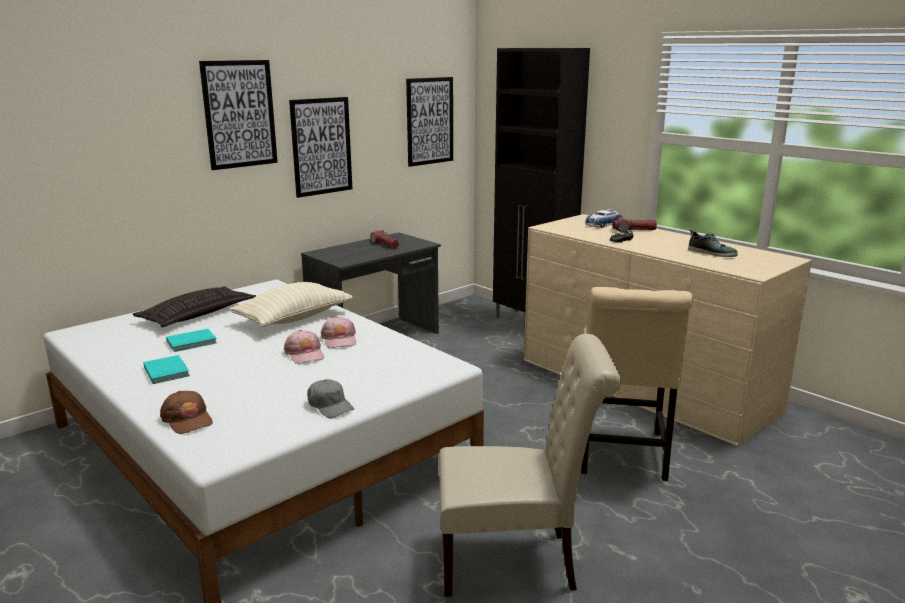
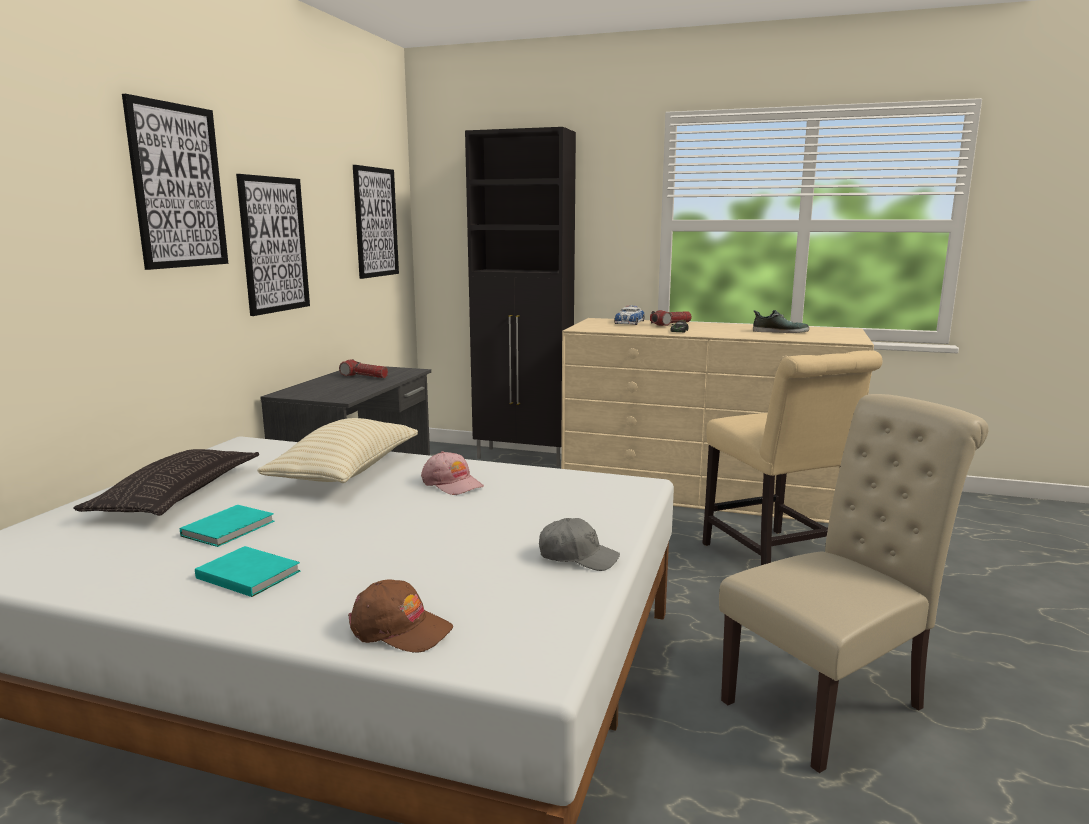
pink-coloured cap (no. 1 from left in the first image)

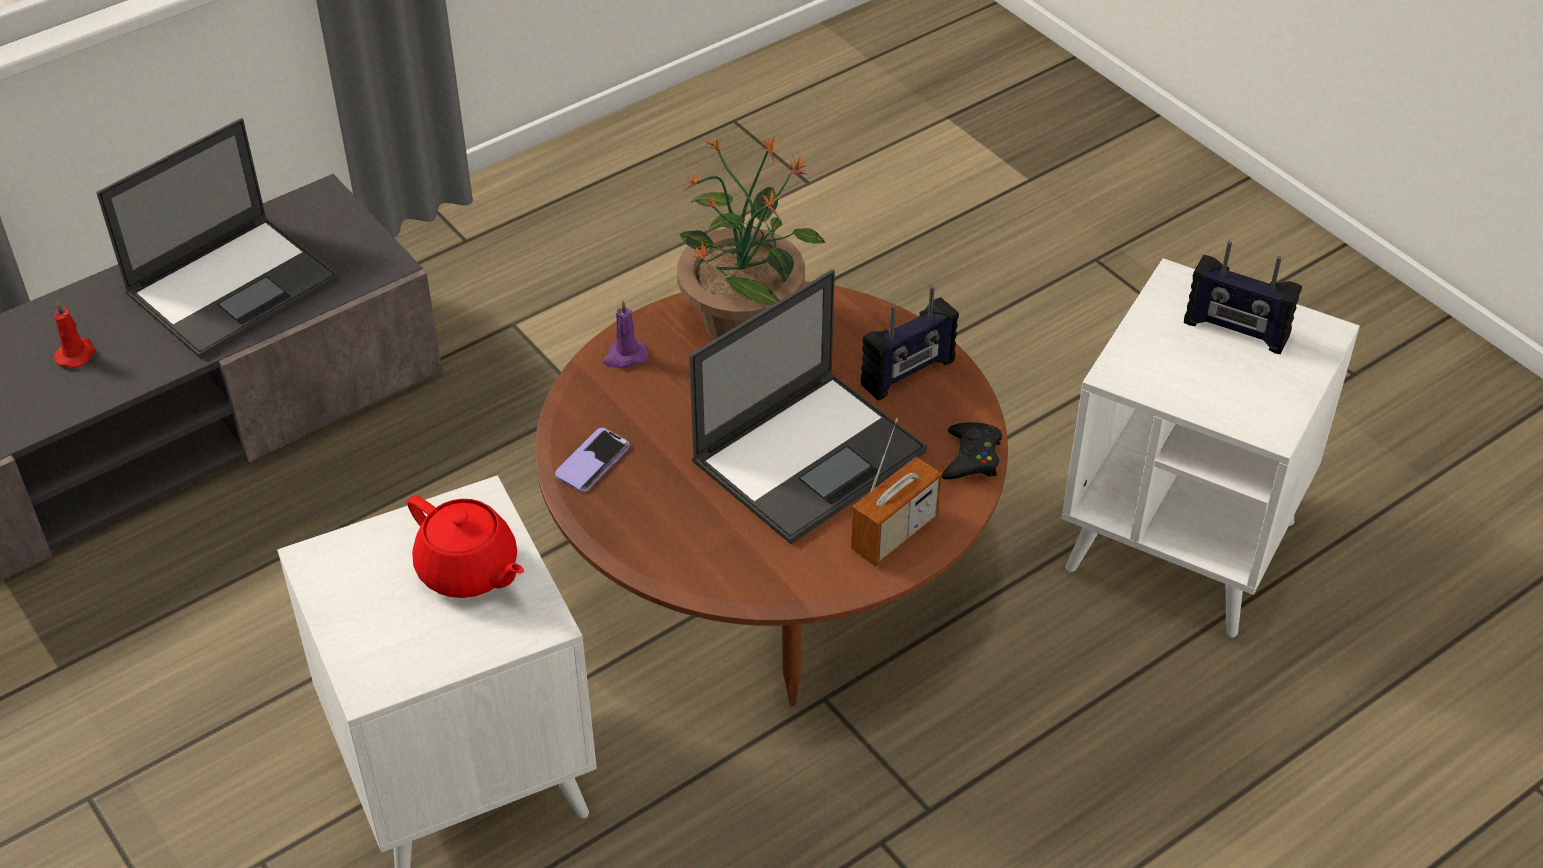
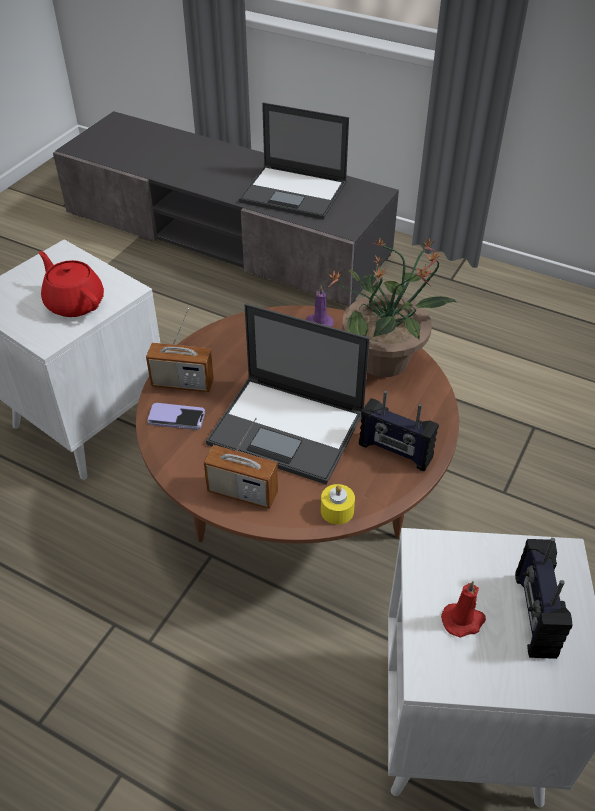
radio set (no. 1 from left)
red candle
phone
yellow-coloured candle
red teapot

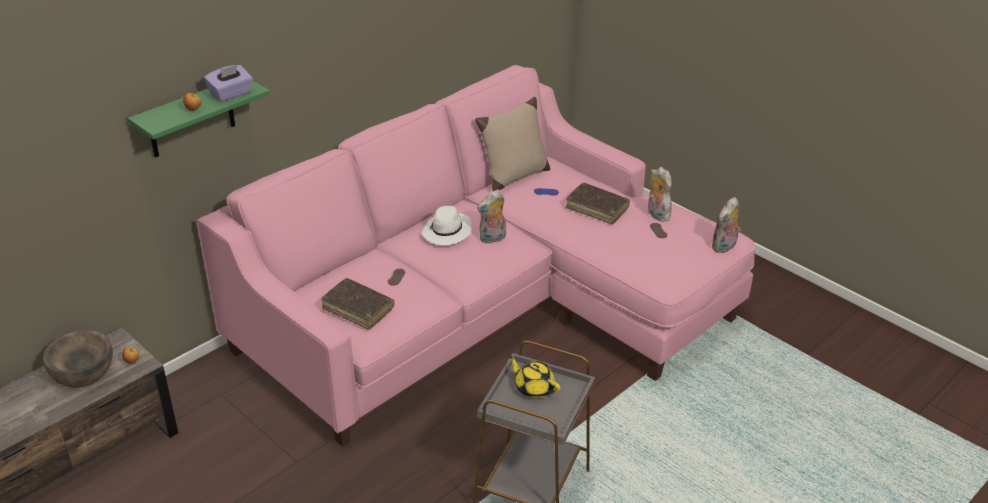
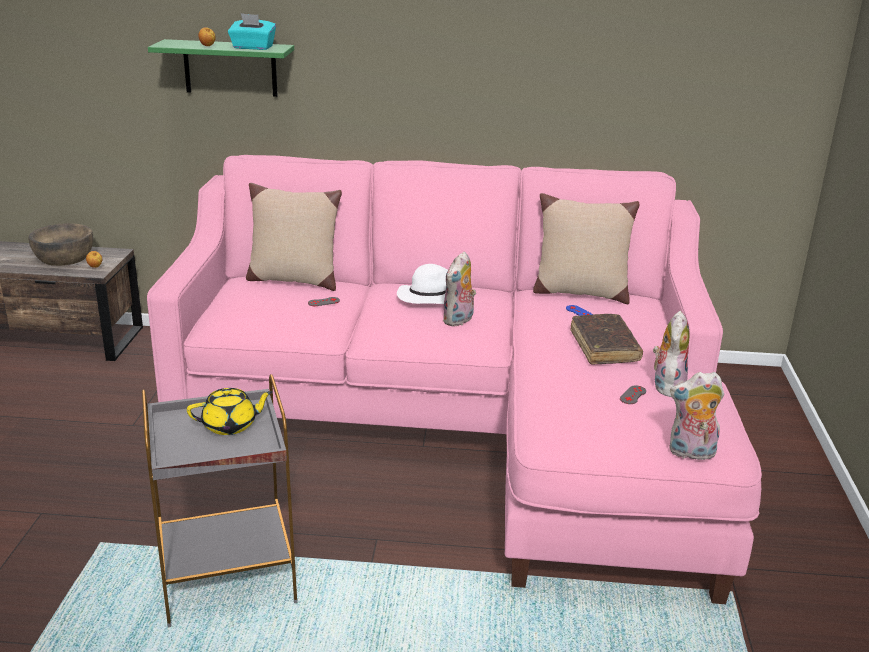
brownish book (no. 1 from left in the first image)
sand-coloured cushion (no. 1 from left)
blue-green tissue holder
soft toy (no. 1 from left)
yellow-coloured teapot

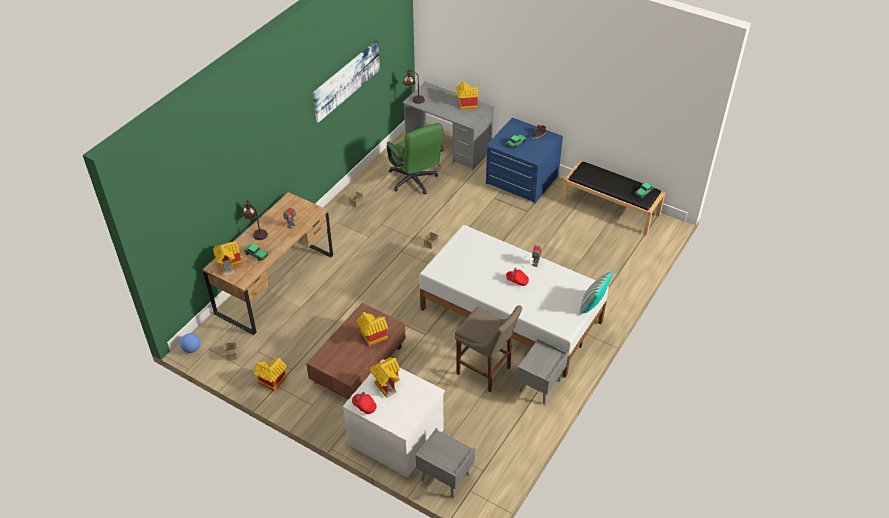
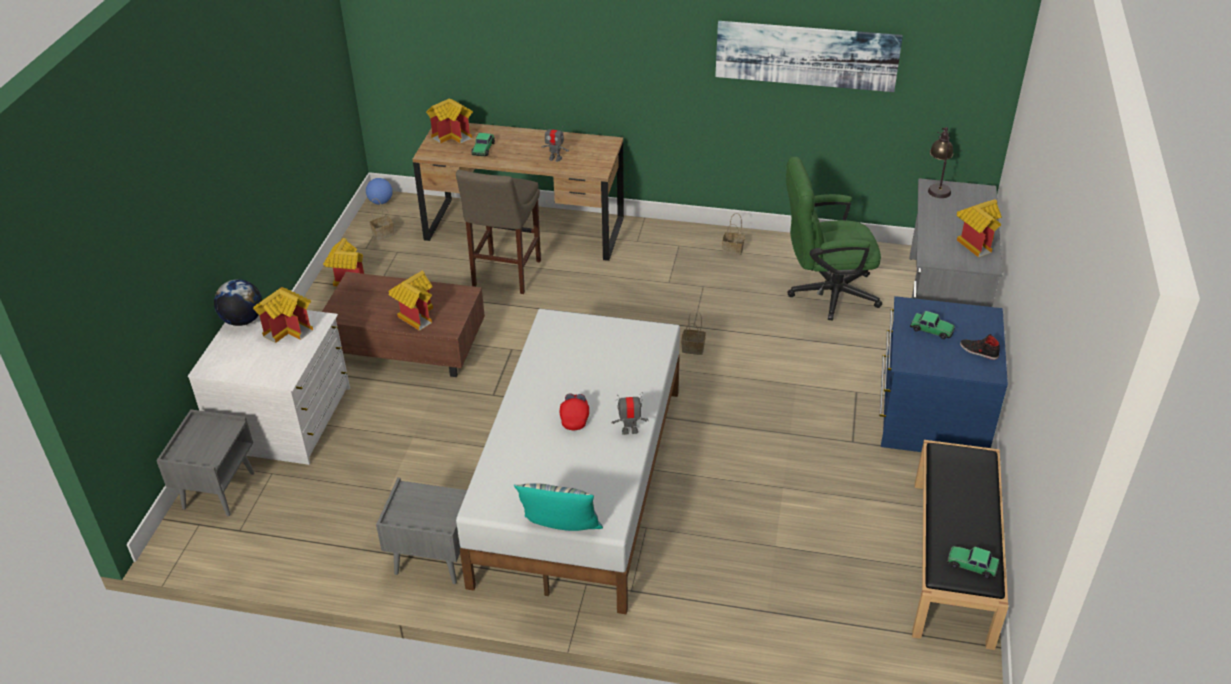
table lamp (no. 1 from left in the first image)
sand-coloured stool
world globe
green-coloured computer chair

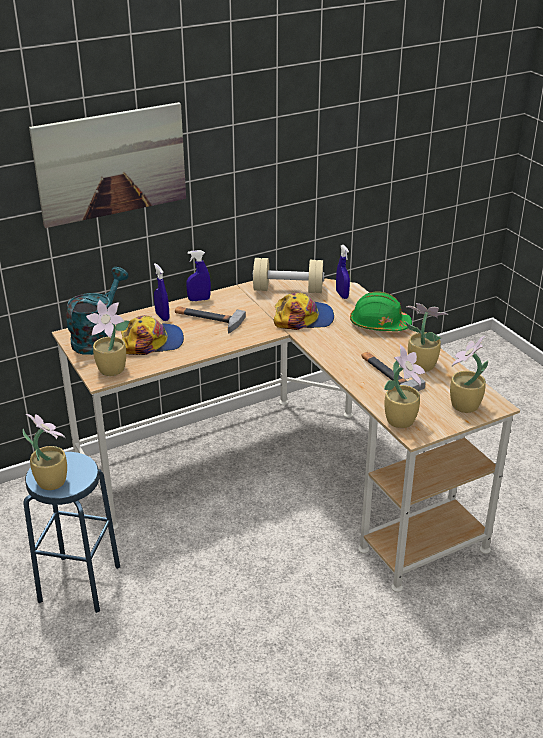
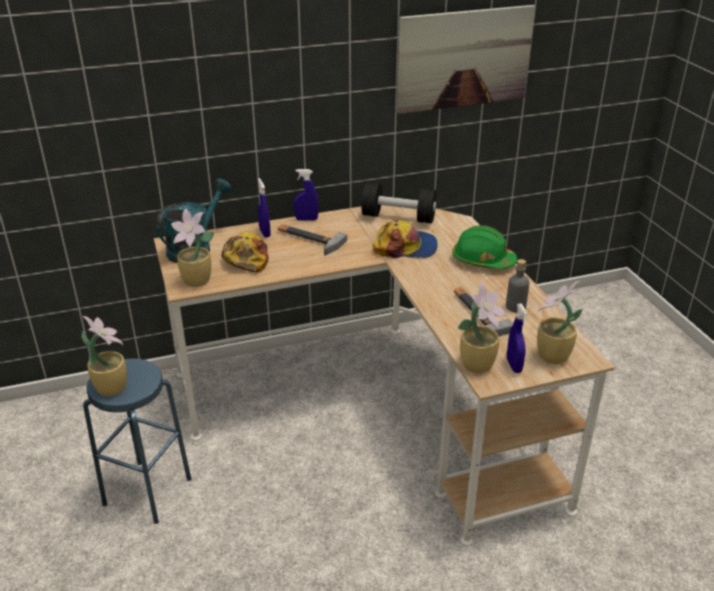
wall art
blue spray bottle (no. 3 from left)
gray beverage bottle
blackish hand weight
cap (no. 1 from left)

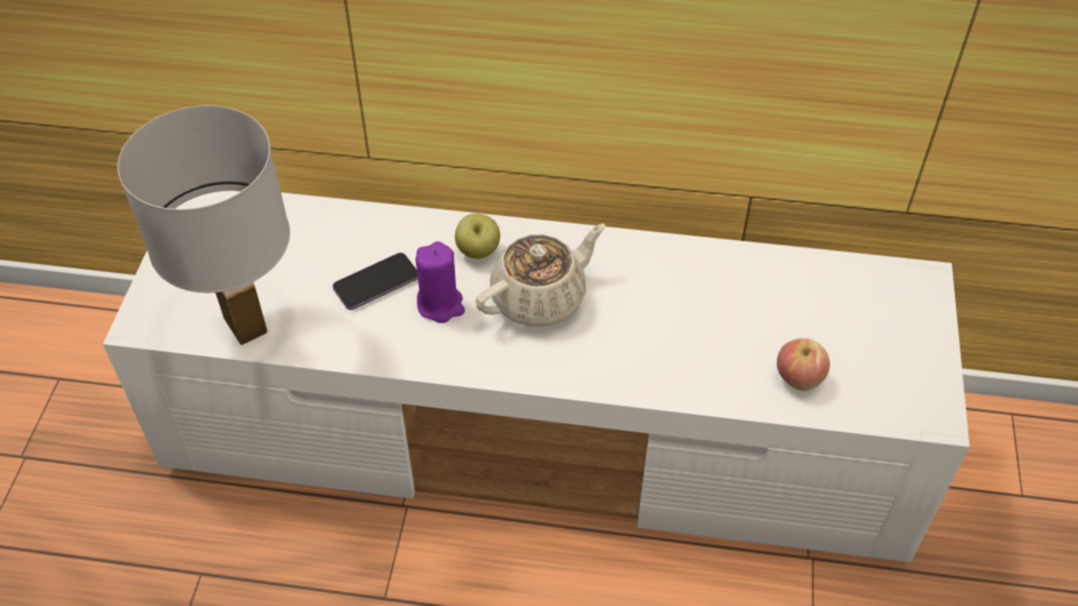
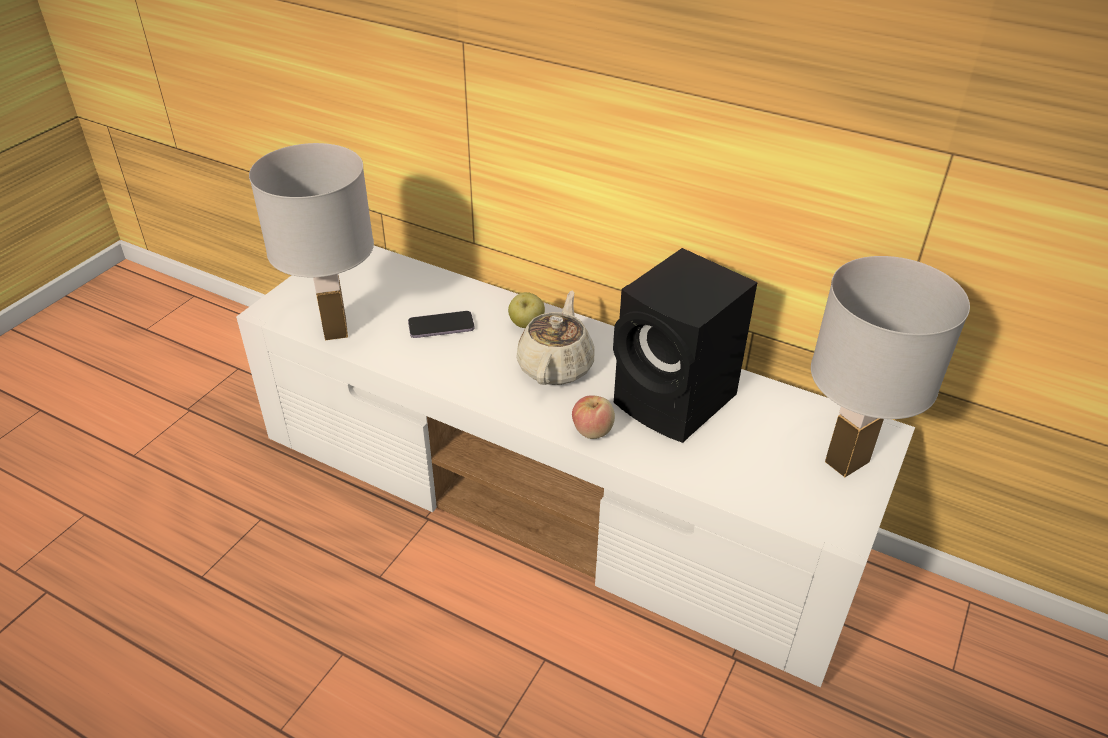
purplish candle
blackish audio speaker
white table lamp (no. 2 from left)
apple (no. 2 from left)
sand-coloured teapot

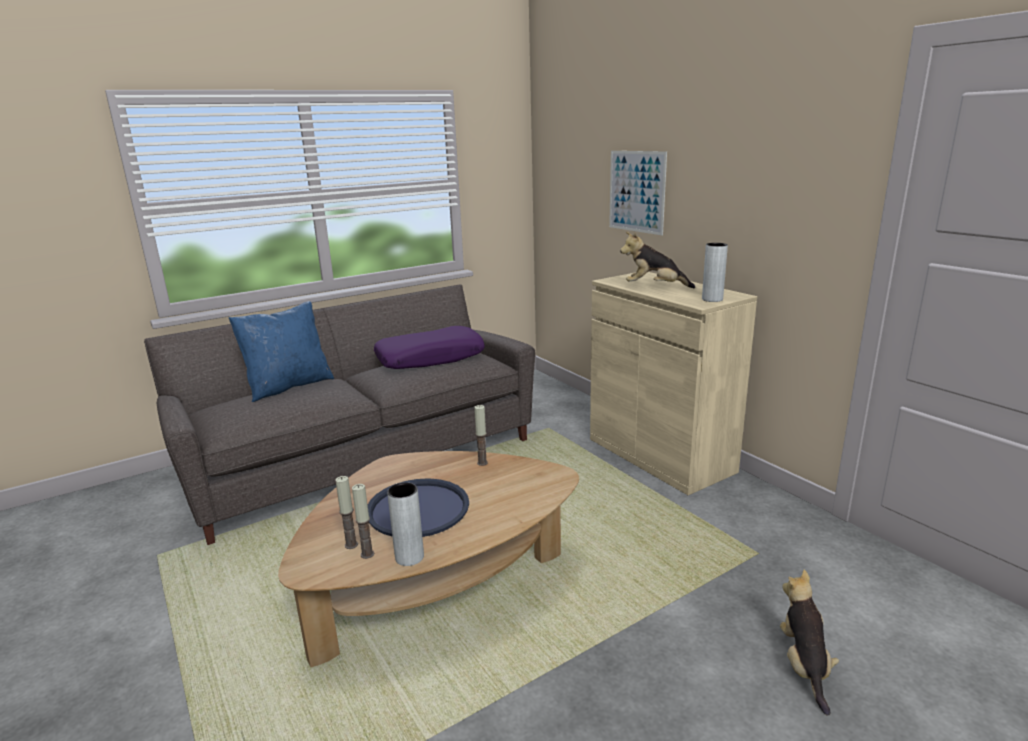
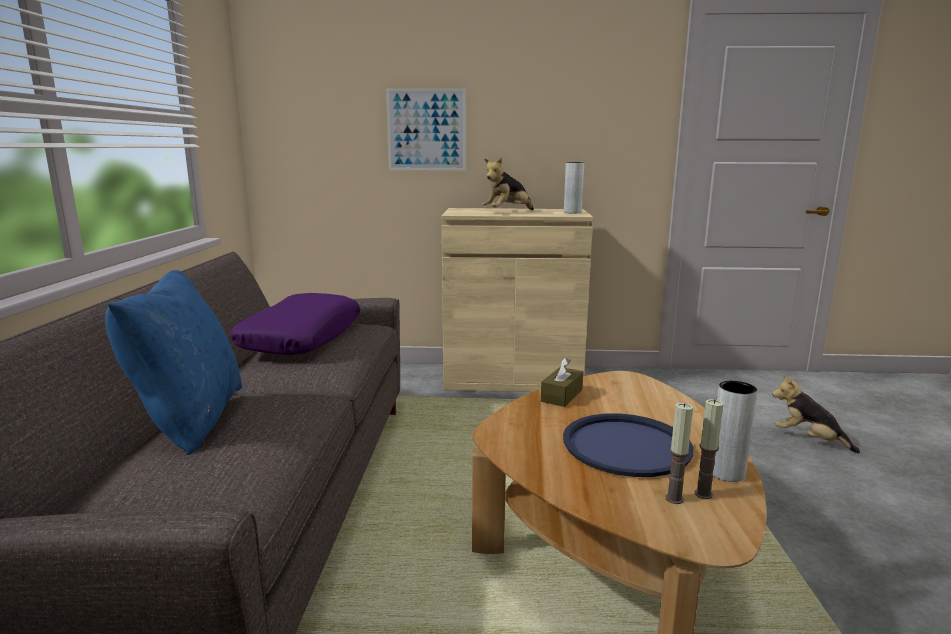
brownish tissue holder

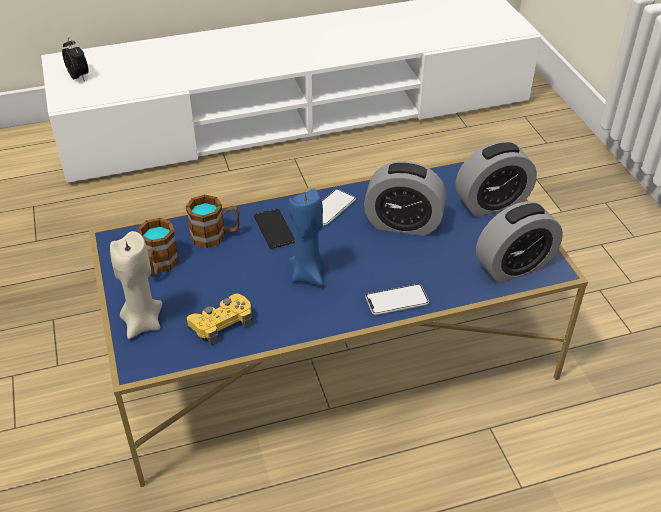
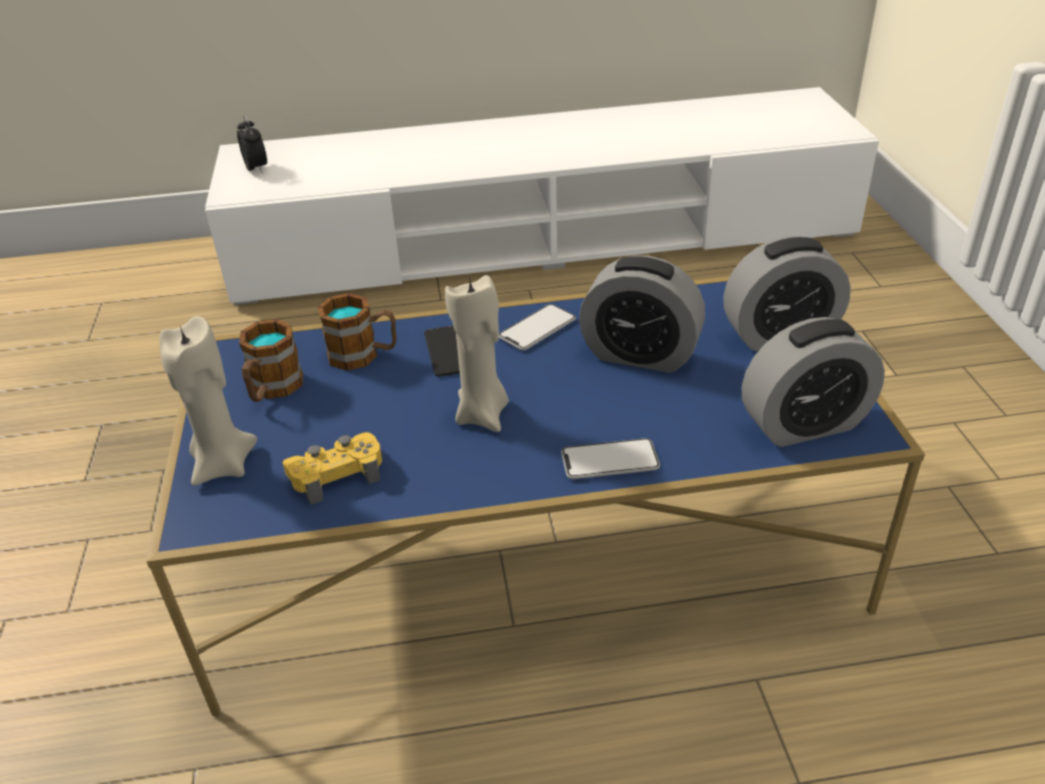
sand-coloured candle (no. 2 from left)

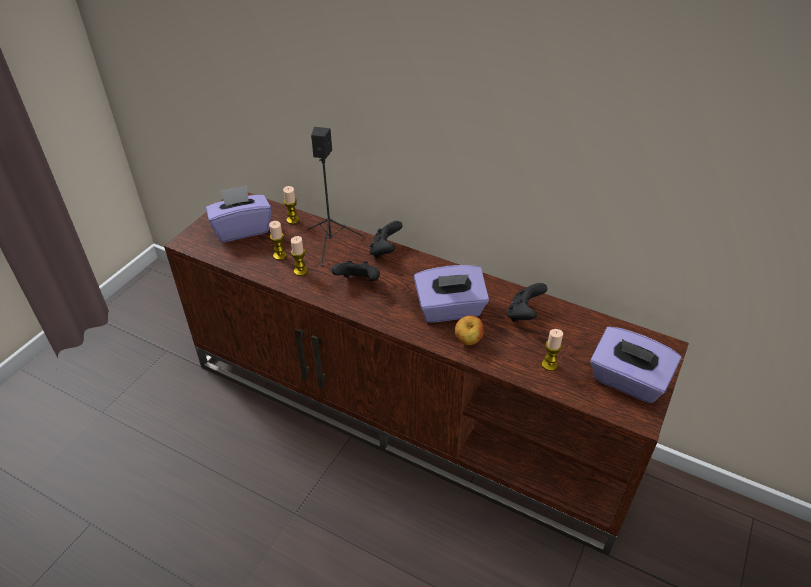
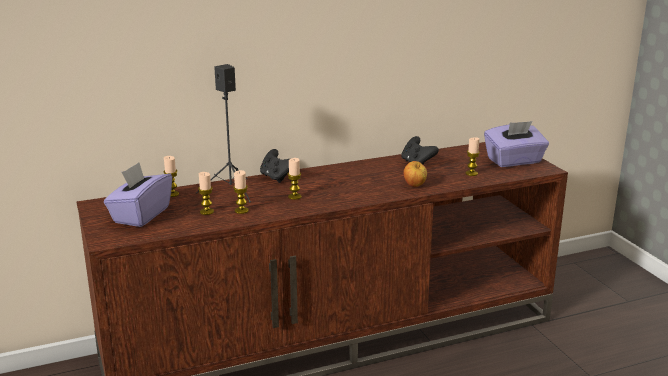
purplish tissue holder (no. 2 from left in the first image)
candle (no. 4 from left)

